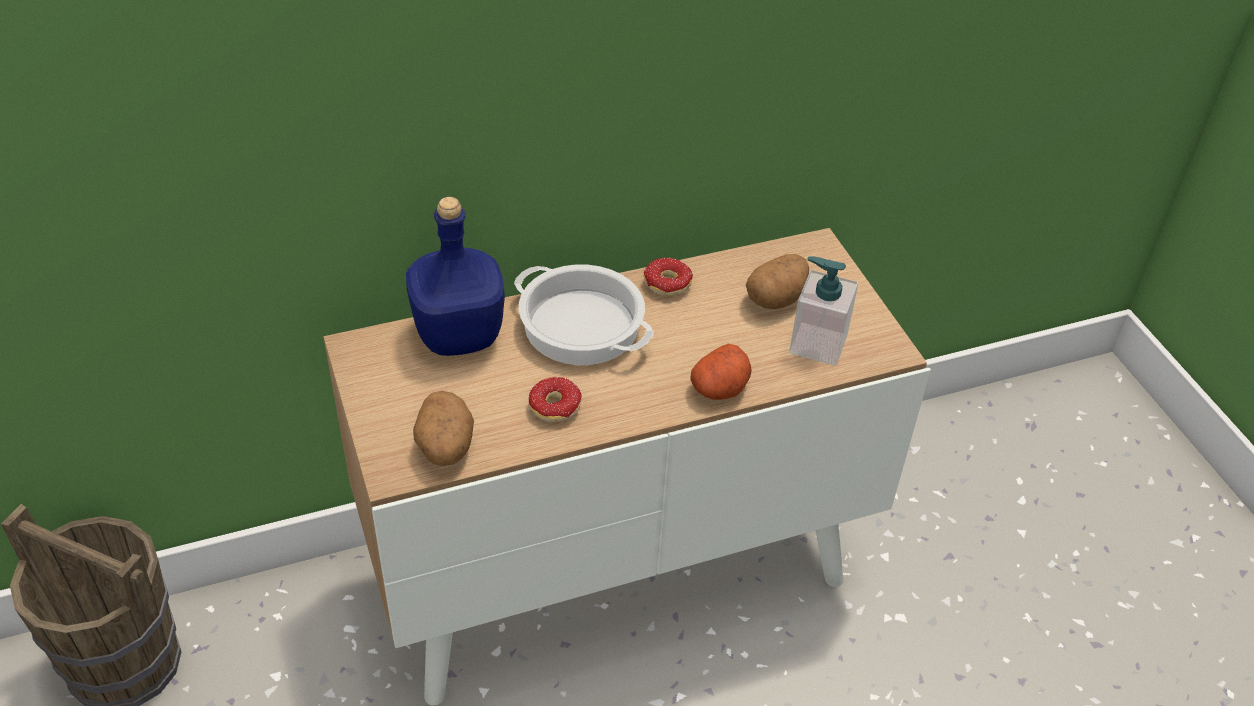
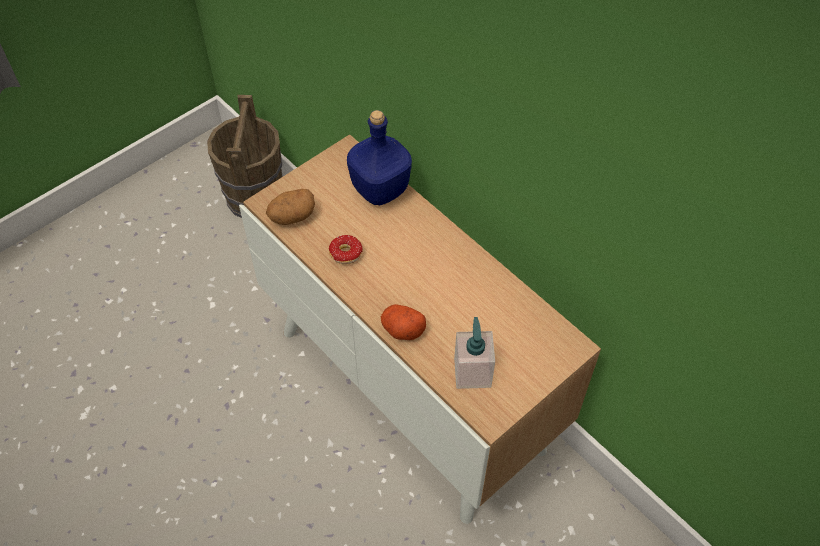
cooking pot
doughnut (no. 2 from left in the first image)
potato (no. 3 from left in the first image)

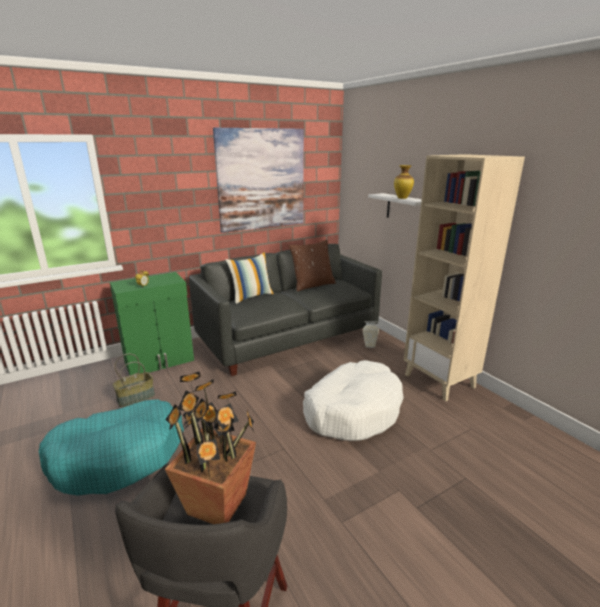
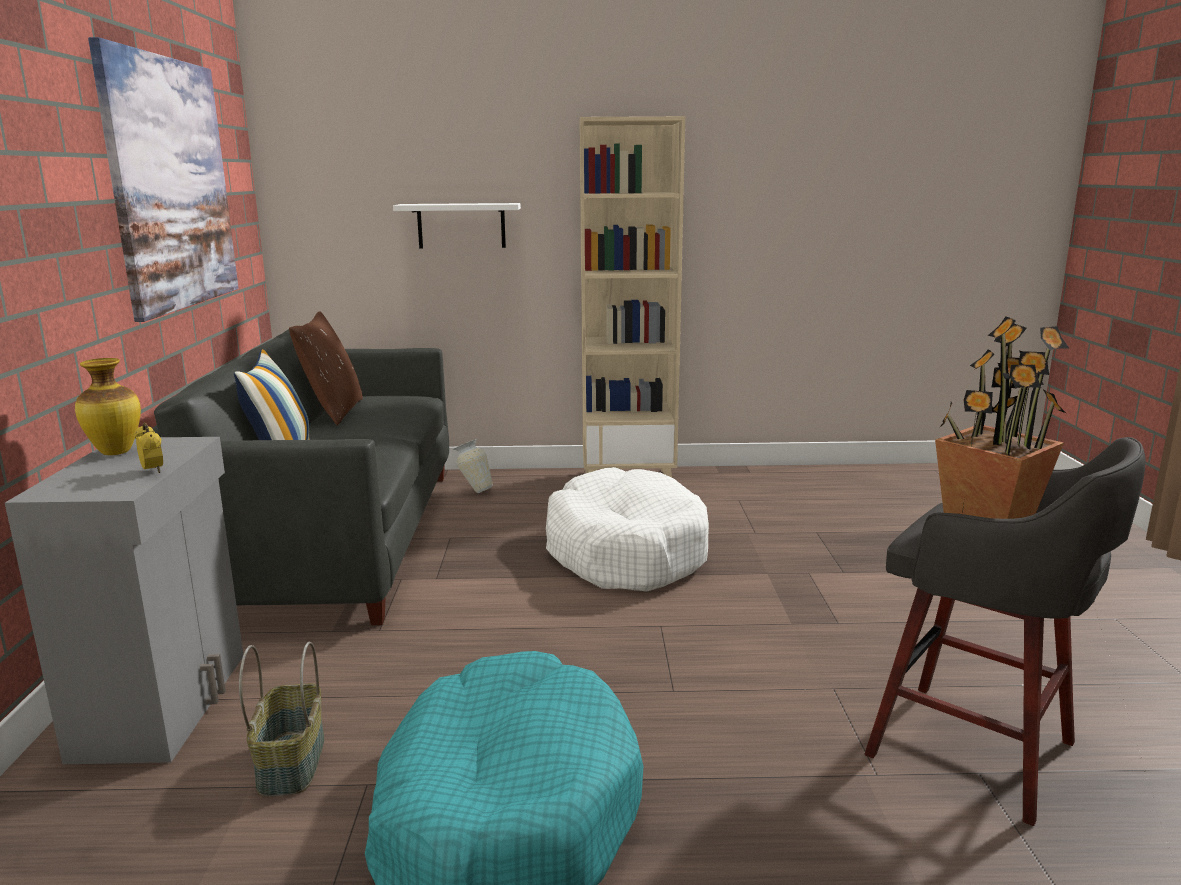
vase (no. 1 from left)
gray storage cabinet

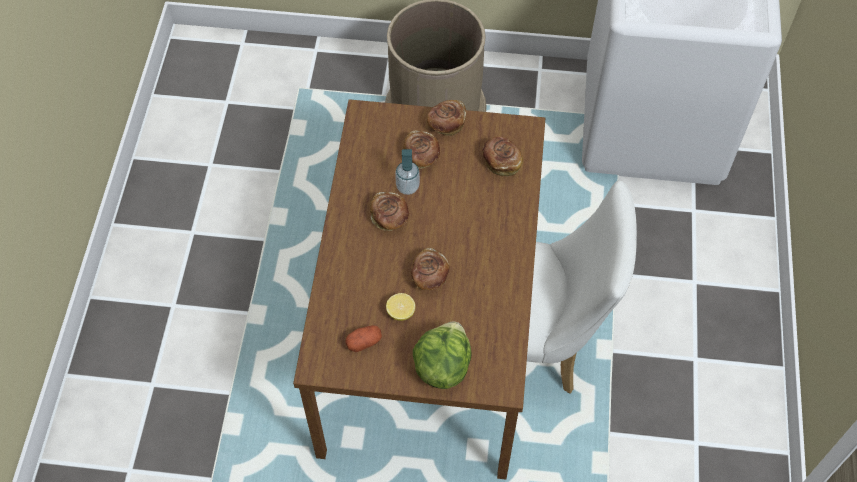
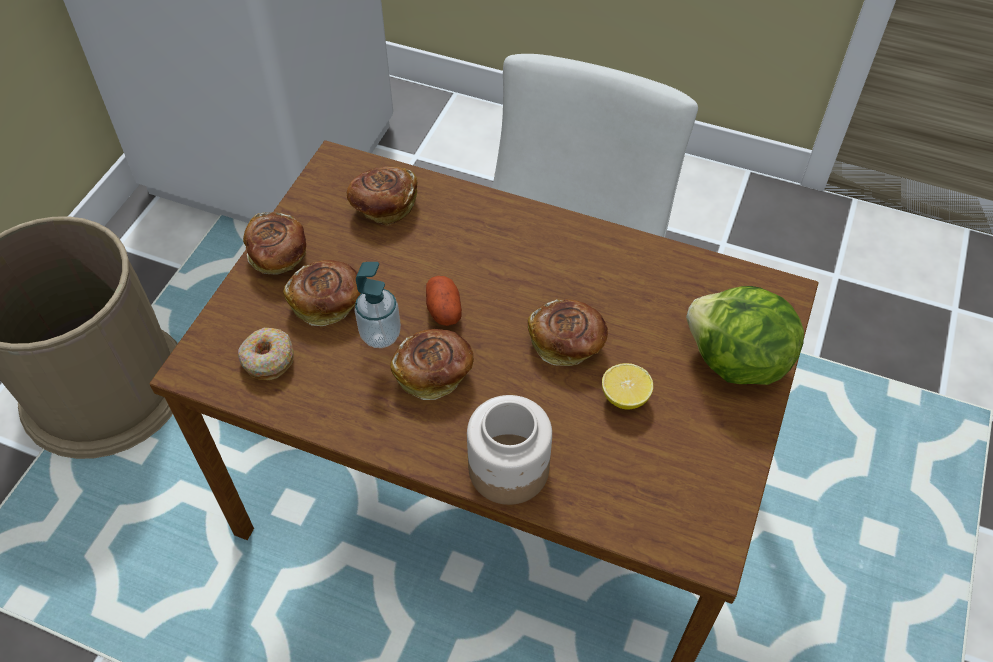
doughnut
storage jar
potato

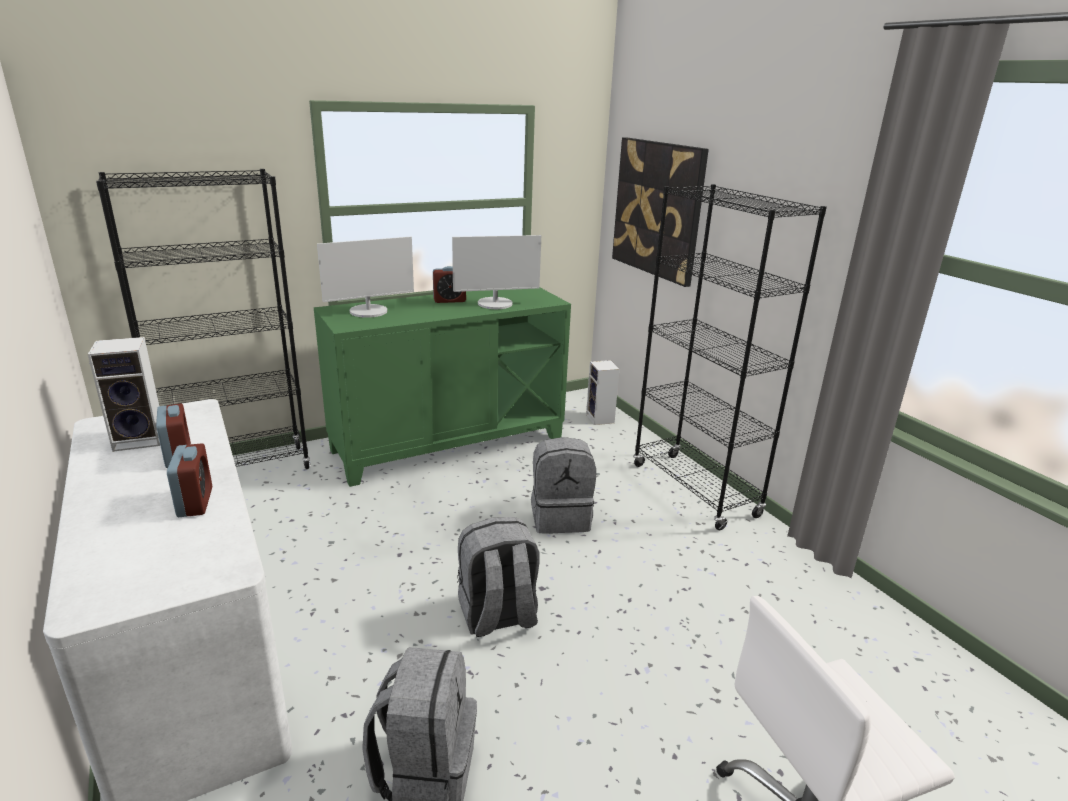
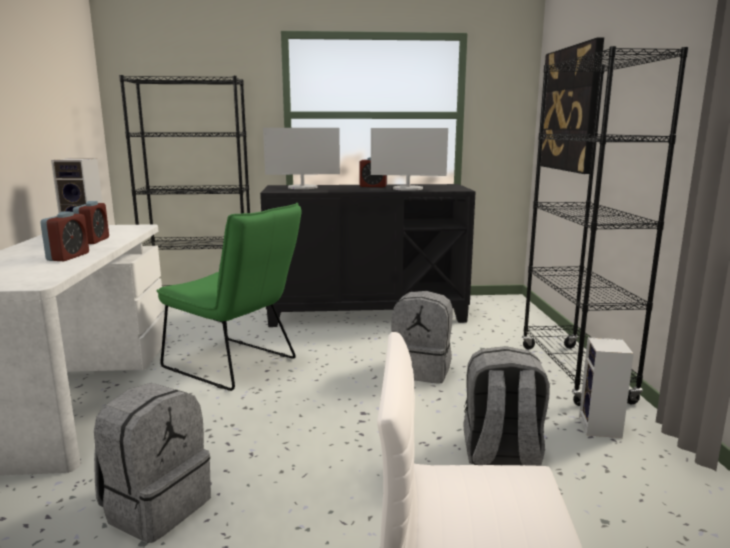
green-coloured upright chair
gray backpack (no. 3 from left)
audio speaker (no. 2 from left)
blackish storage cabinet

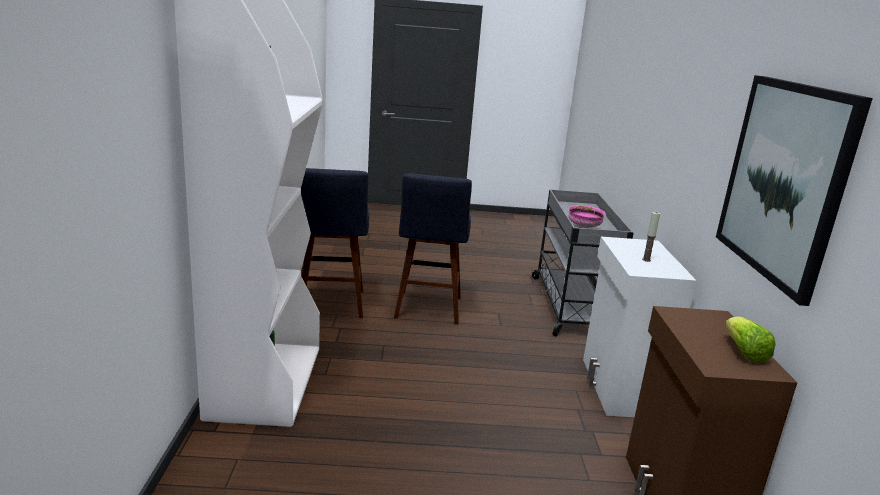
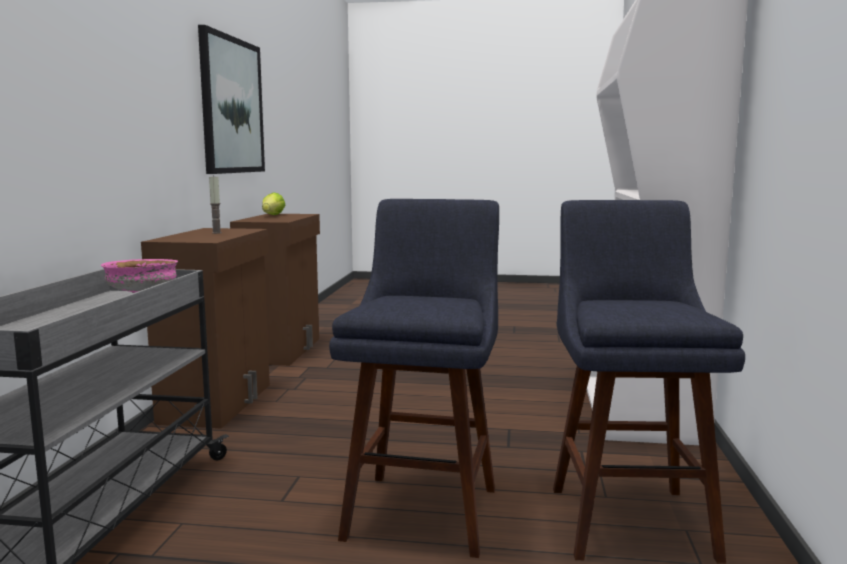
brownish storage cabinet (no. 1 from left)

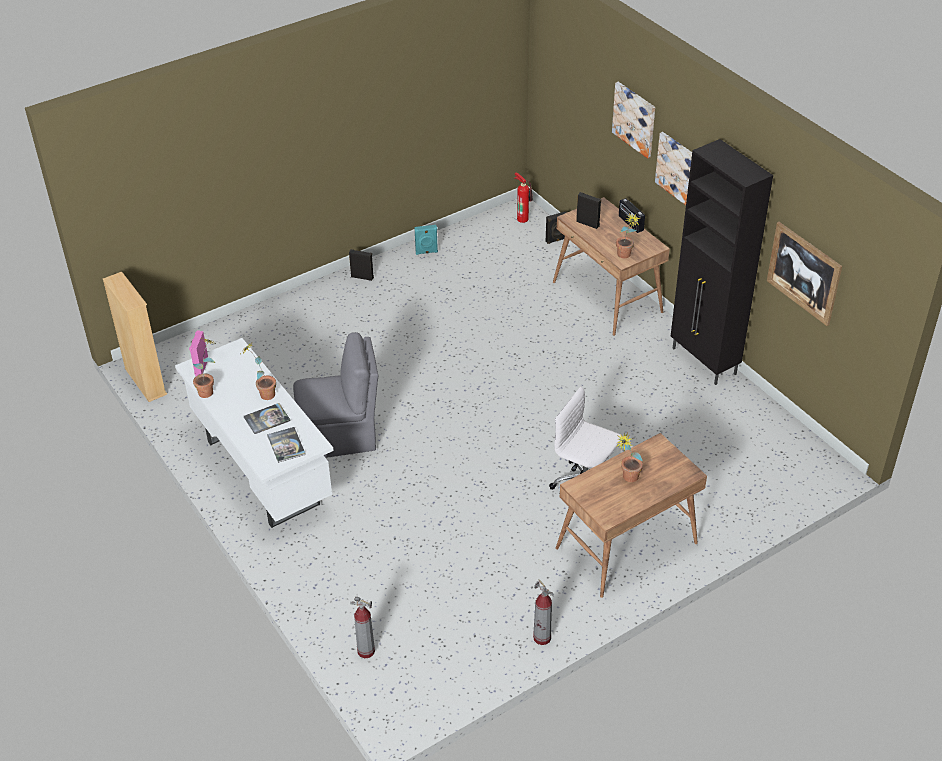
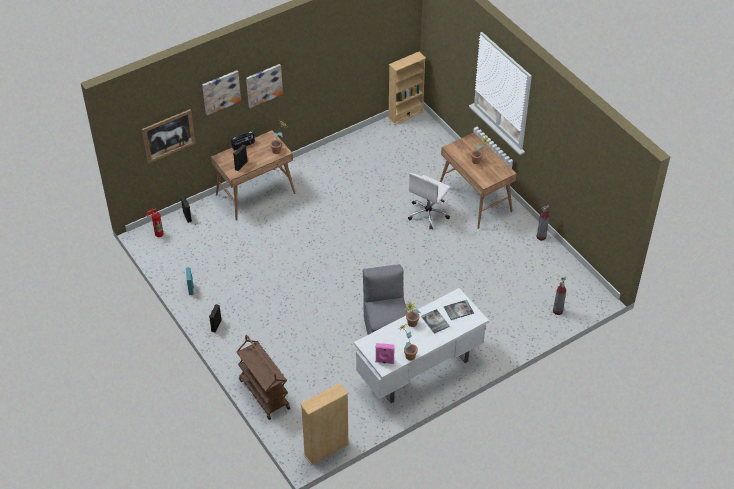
blackish storage cabinet
brownish wheeled cart
sand-coloured bookcase (no. 2 from left)
wall art (no. 1 from left)

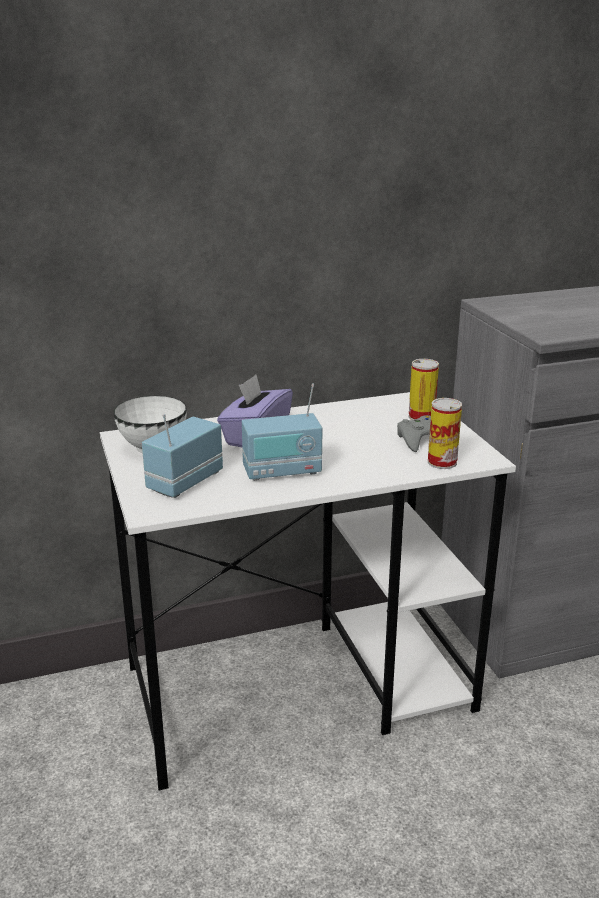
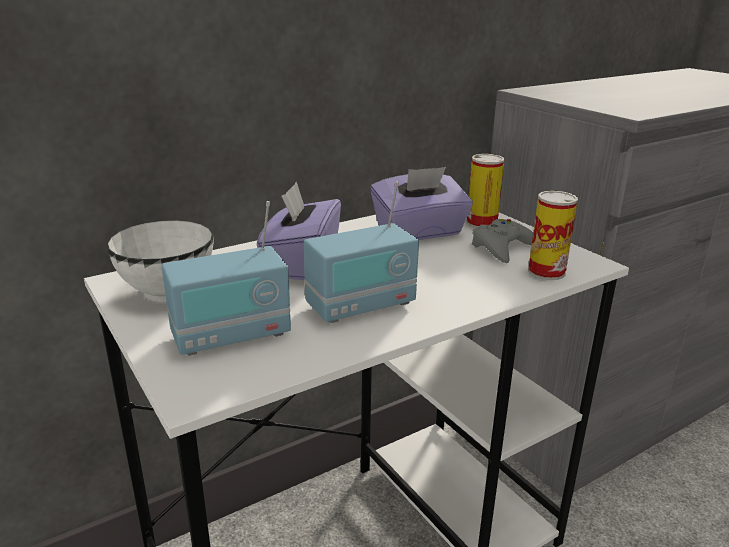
purplish tissue holder (no. 2 from left)
radio set (no. 1 from left)

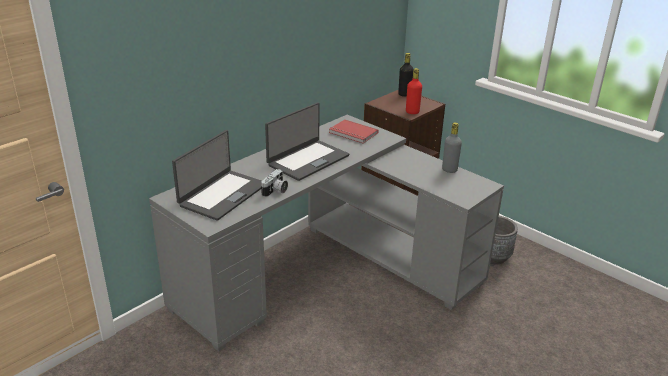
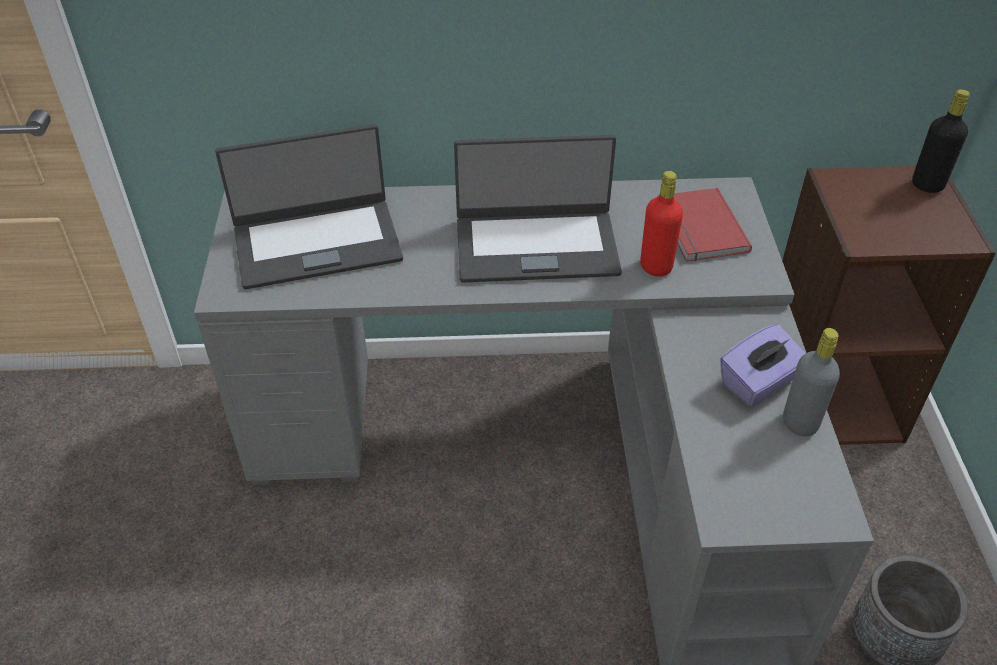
still camera
purplish tissue holder
red beverage bottle

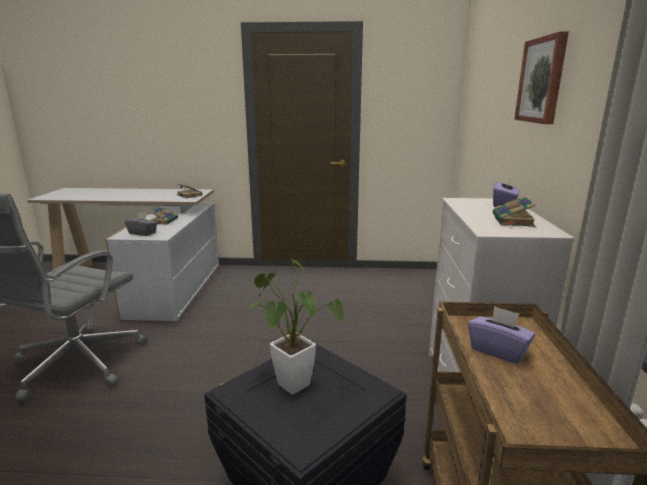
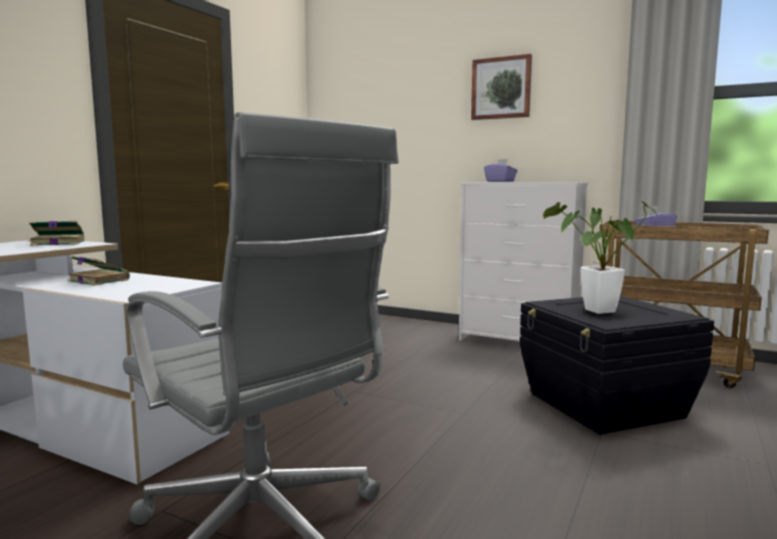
gray tissue holder
book (no. 3 from left in the first image)

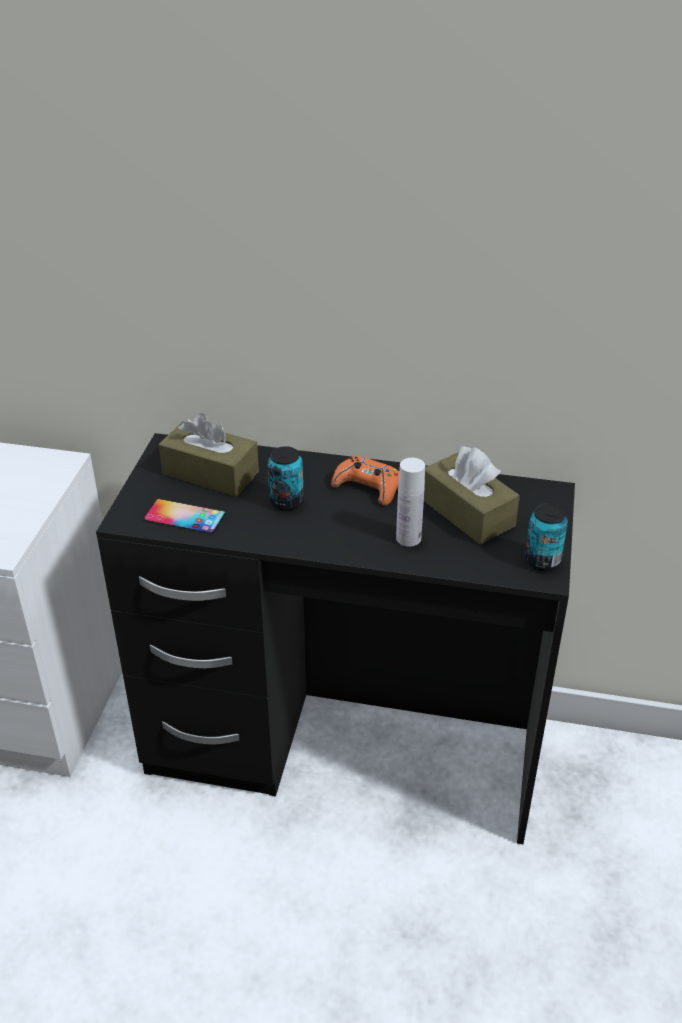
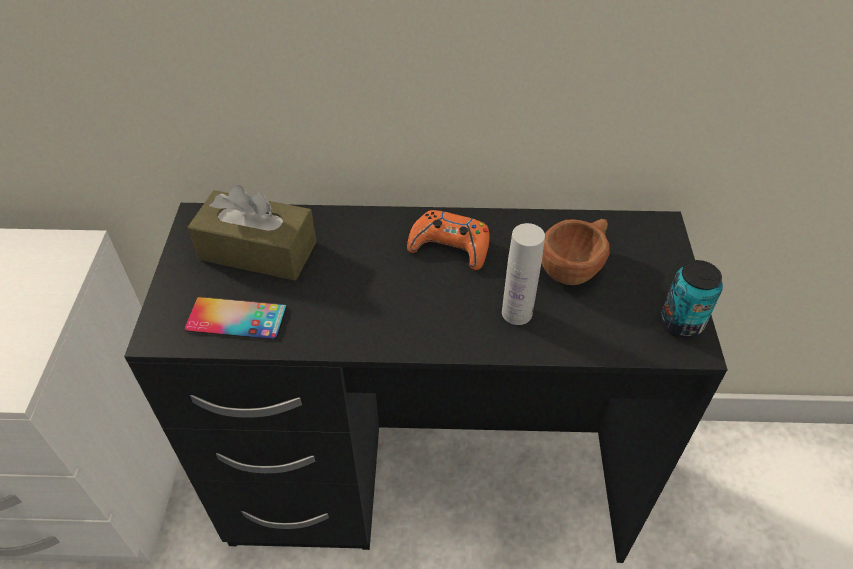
can (no. 1 from left in the first image)
brownish drinking cup

